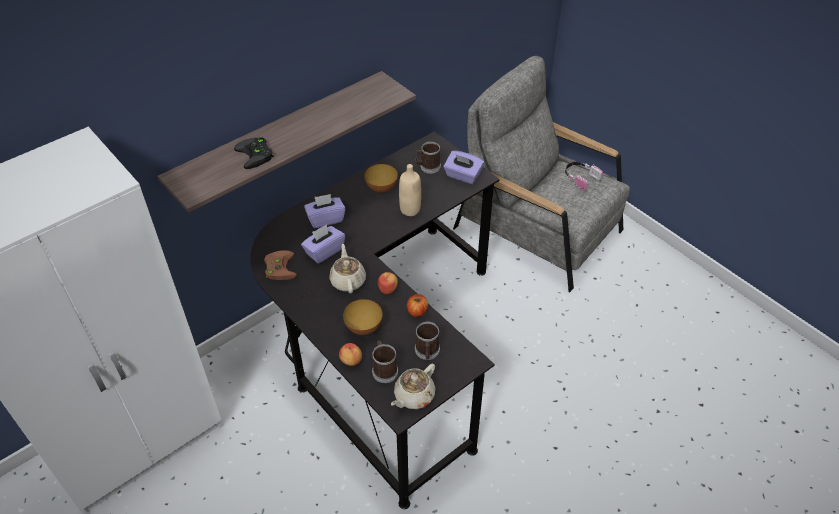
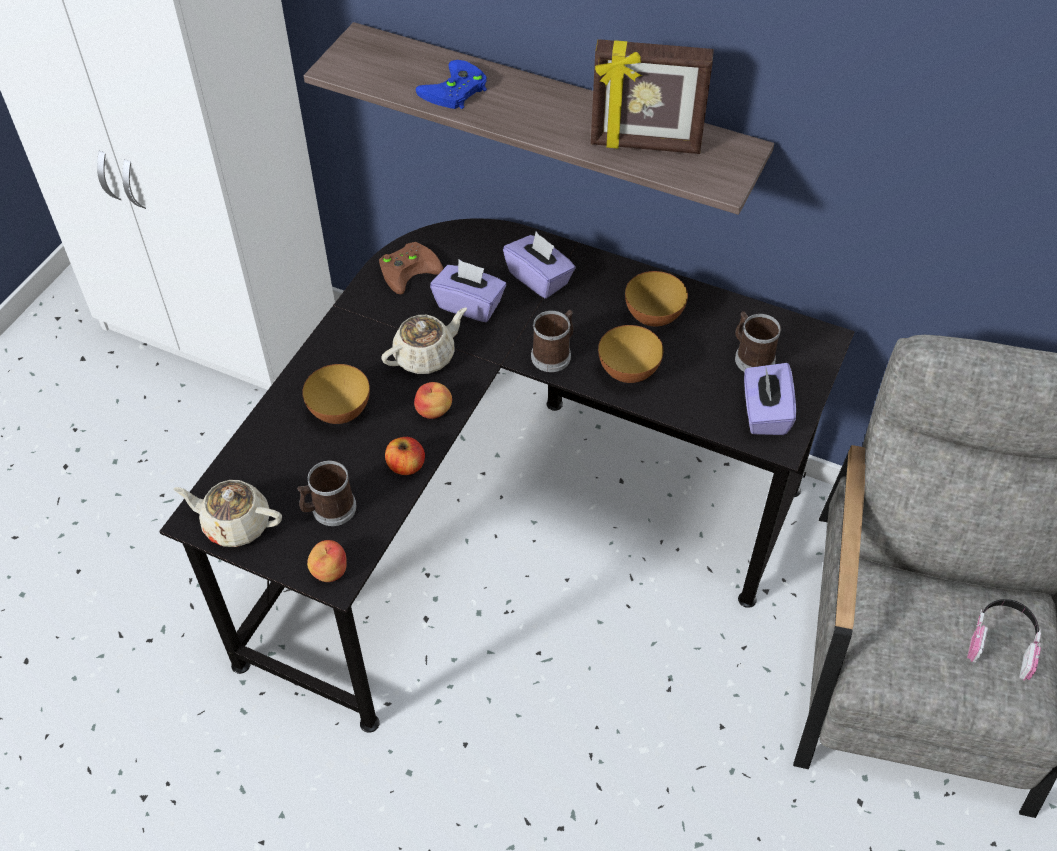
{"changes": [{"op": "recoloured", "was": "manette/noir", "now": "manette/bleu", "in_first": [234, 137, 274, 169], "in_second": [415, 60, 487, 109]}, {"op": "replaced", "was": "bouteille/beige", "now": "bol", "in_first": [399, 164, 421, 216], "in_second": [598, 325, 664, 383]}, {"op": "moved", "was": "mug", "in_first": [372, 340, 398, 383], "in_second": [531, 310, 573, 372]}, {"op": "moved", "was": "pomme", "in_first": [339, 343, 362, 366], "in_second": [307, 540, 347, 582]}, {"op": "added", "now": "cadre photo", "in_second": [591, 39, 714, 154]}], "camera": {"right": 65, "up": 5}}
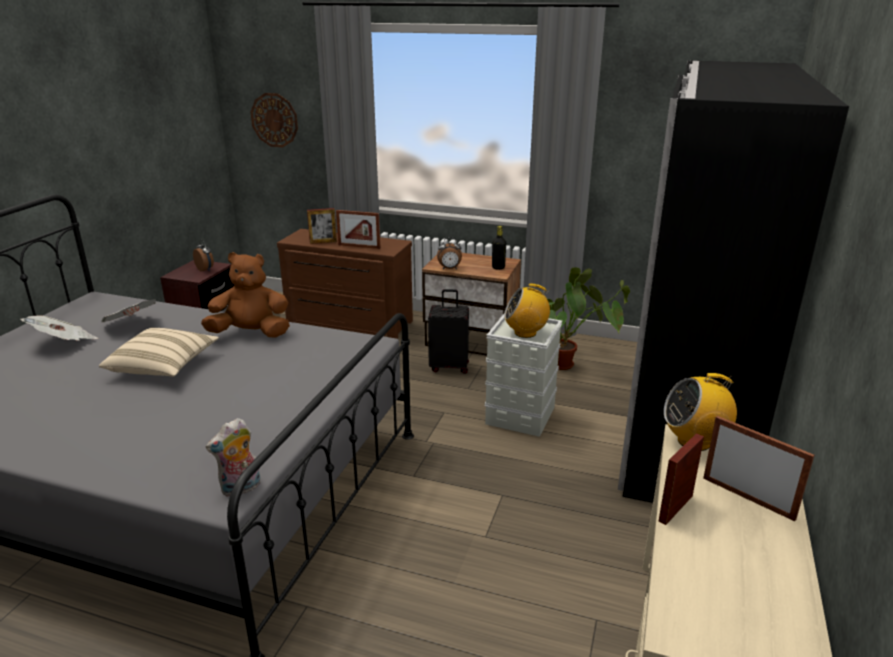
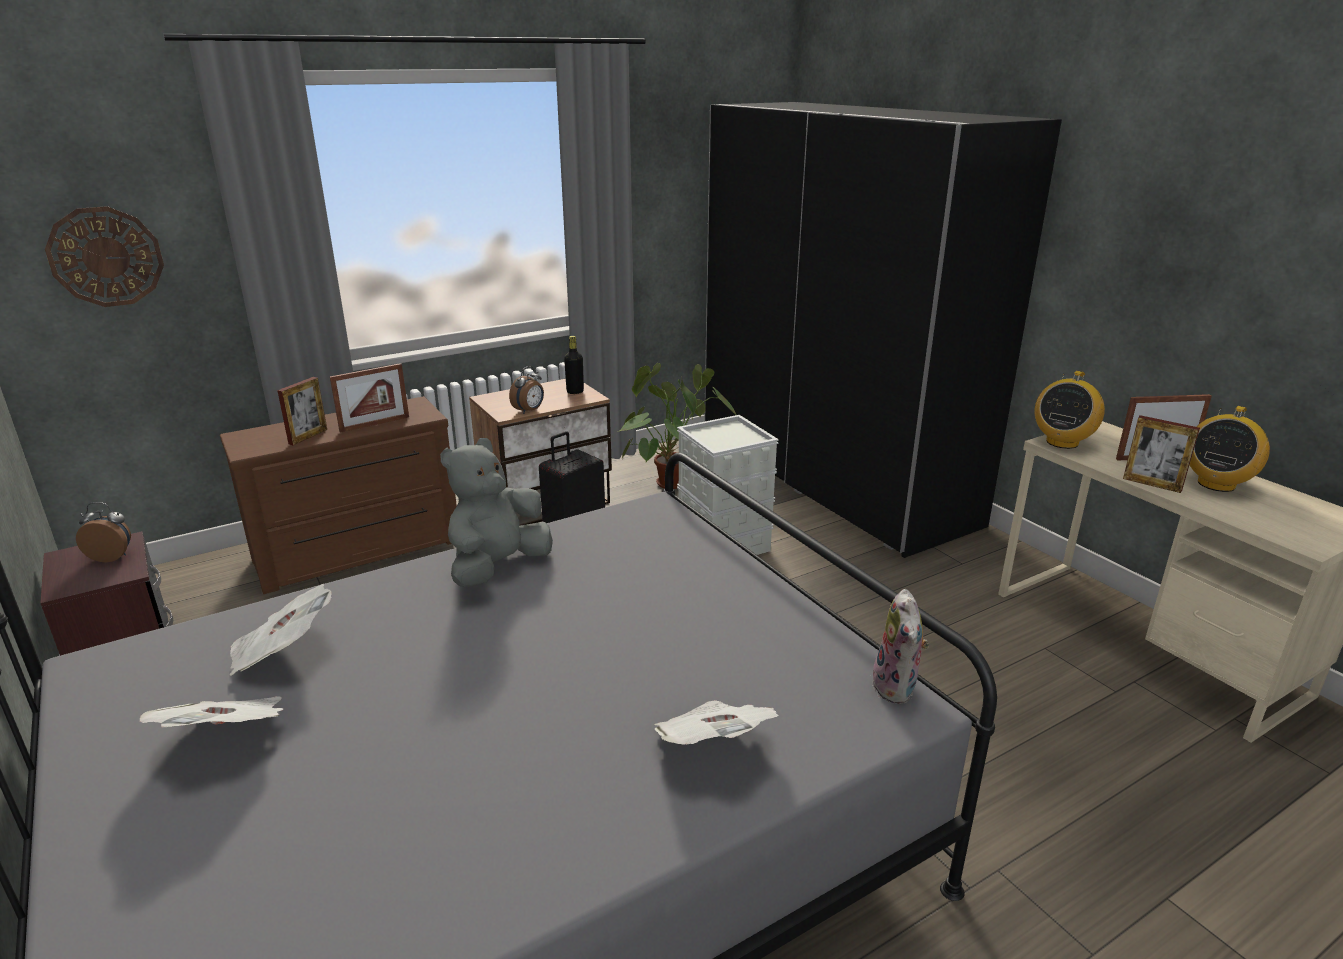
{"changes": [{"op": "recoloured", "was": "peluche/marron", "now": "peluche/gris", "in_first": [201, 252, 290, 337], "in_second": [440, 438, 553, 587]}, {"op": "moved", "was": "radio", "in_first": [504, 284, 551, 338], "in_second": [1190, 406, 1270, 492]}, {"op": "removed", "was": "coussin/beige", "in_first": [99, 327, 219, 377]}, {"op": "turned", "was": "cadre photo", "in_first": [659, 433, 704, 525], "in_second": [1123, 415, 1200, 493], "clockwise": -45}, {"op": "added", "now": "journal", "in_second": [654, 700, 779, 744]}], "camera": {"right": -50, "up": 0}}
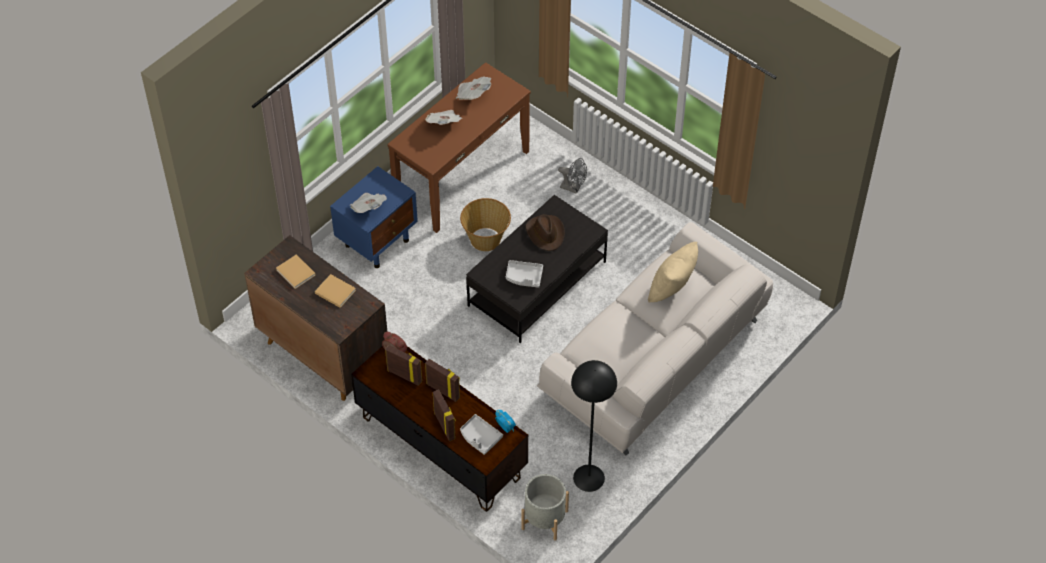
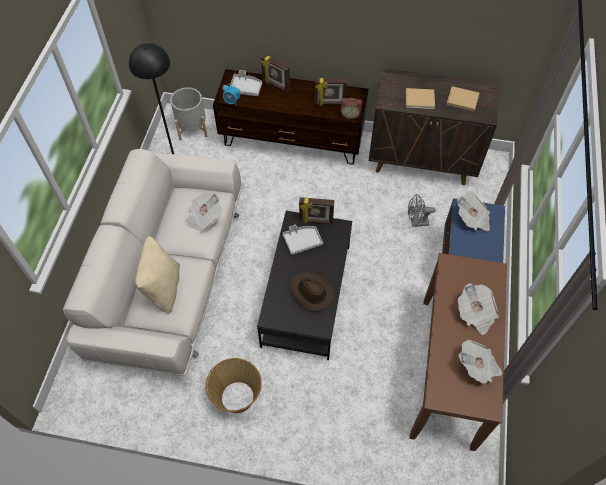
{"changes": [{"op": "moved", "was": "ventilateur/gris", "in_first": [558, 158, 587, 194], "in_second": [408, 194, 436, 227]}, {"op": "moved", "was": "panier", "in_first": [460, 198, 511, 251], "in_second": [206, 358, 262, 413]}, {"op": "moved", "was": "cadre photo", "in_first": [425, 359, 460, 402], "in_second": [299, 197, 334, 224]}, {"op": "added", "now": "journal", "in_second": [185, 192, 222, 233]}], "camera": {"right": 150, "up": 5}}
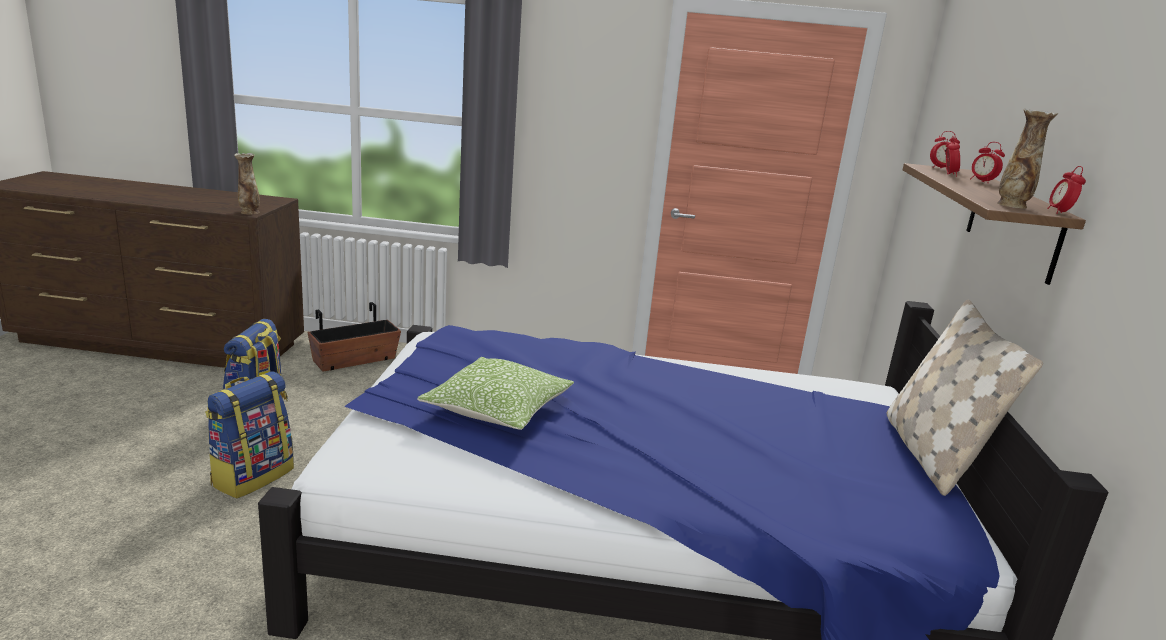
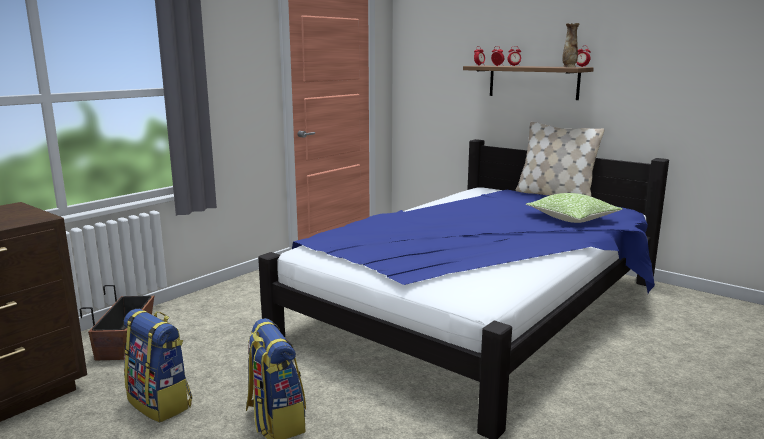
{"changes": [{"op": "removed", "was": "vase", "in_first": [234, 153, 260, 215]}, {"op": "moved", "was": "coussin", "in_first": [417, 357, 574, 430], "in_second": [526, 193, 622, 223]}], "camera": {"right": -55, "up": -5}}
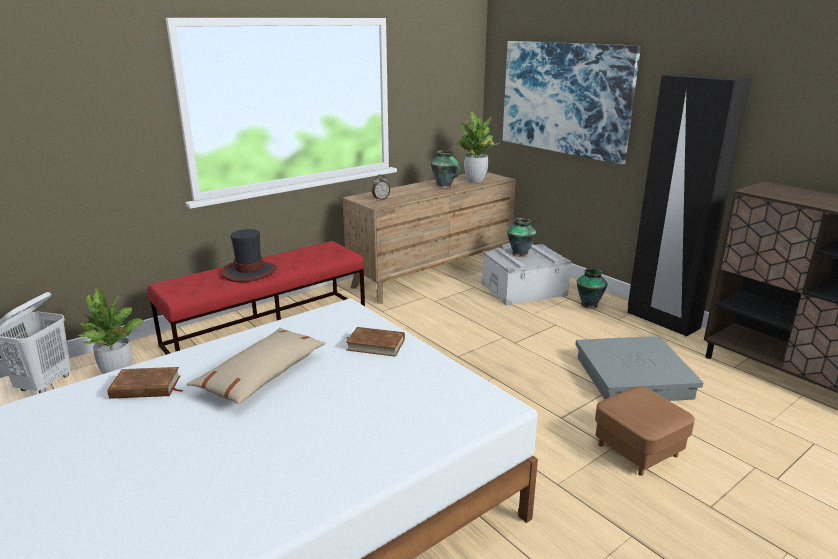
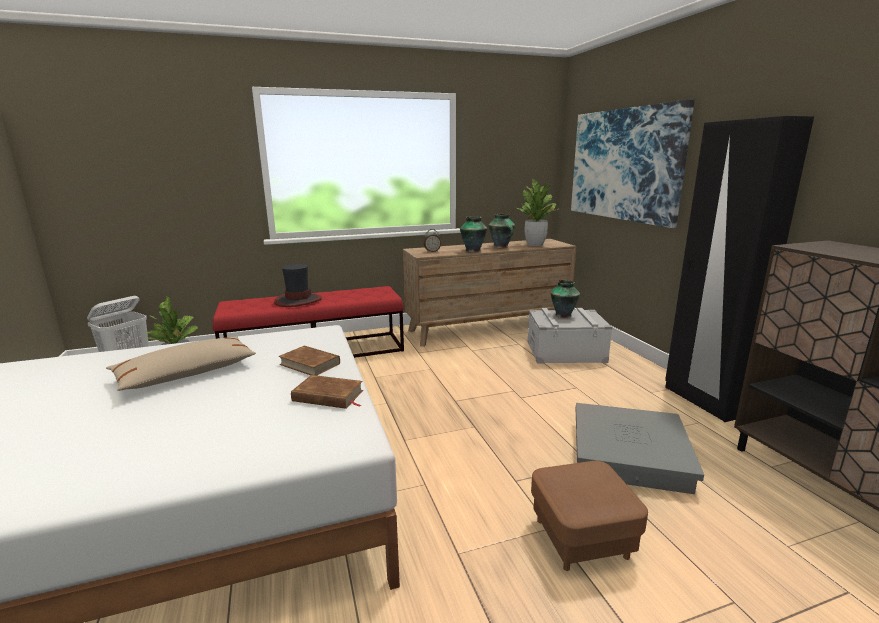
{"changes": [{"op": "moved", "was": "vase", "in_first": [577, 268, 608, 309], "in_second": [460, 216, 487, 253]}, {"op": "moved", "was": "livre/marron", "in_first": [107, 367, 183, 399], "in_second": [291, 375, 363, 409]}], "camera": {"right": 20, "up": -5}}
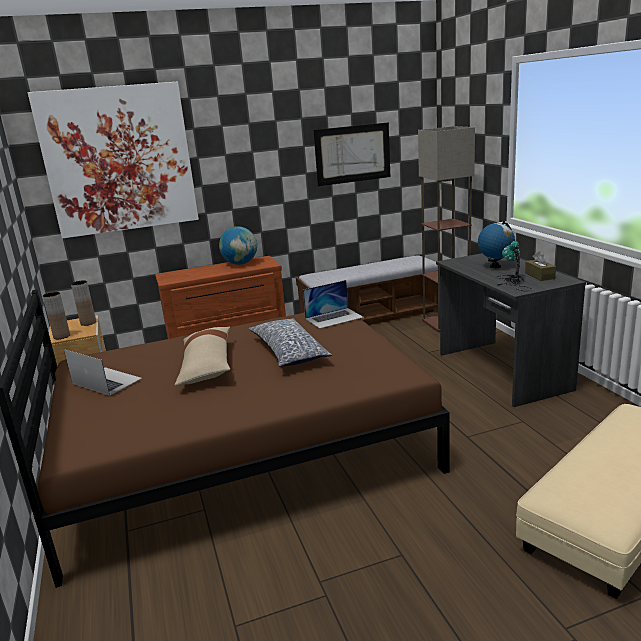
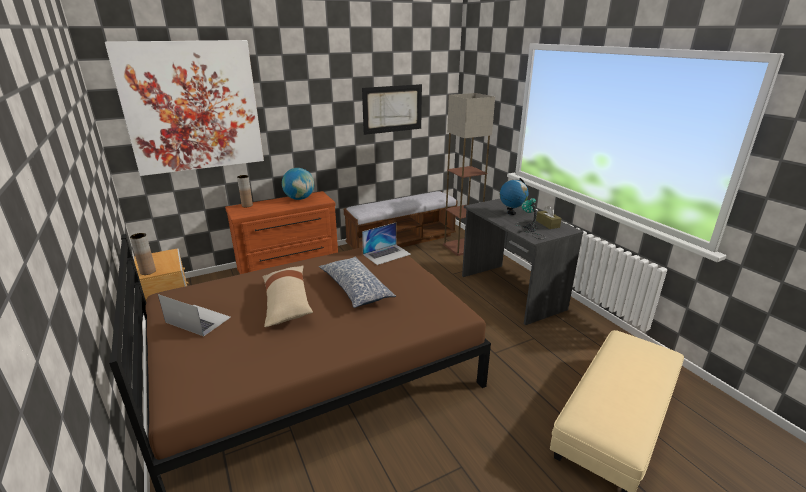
{"changes": [{"op": "moved", "was": "vase/marron", "in_first": [71, 280, 96, 326], "in_second": [237, 175, 253, 207]}], "camera": {"right": -10, "up": 5}}
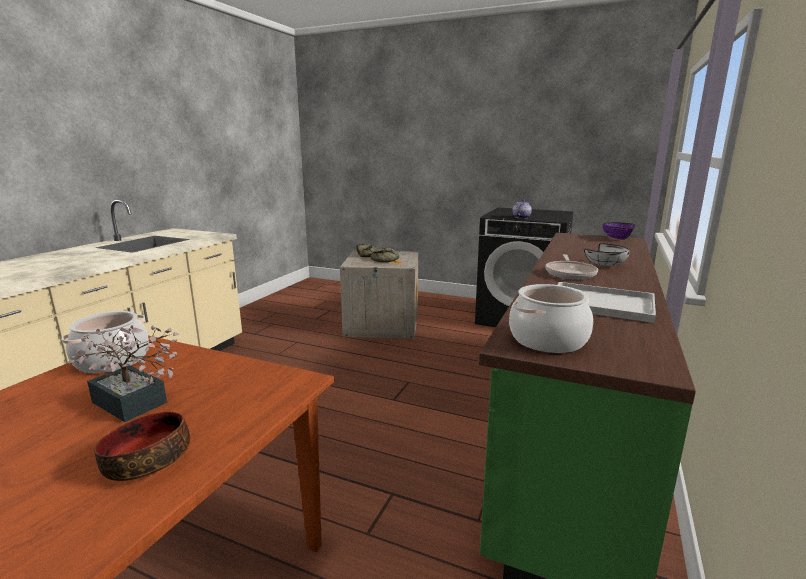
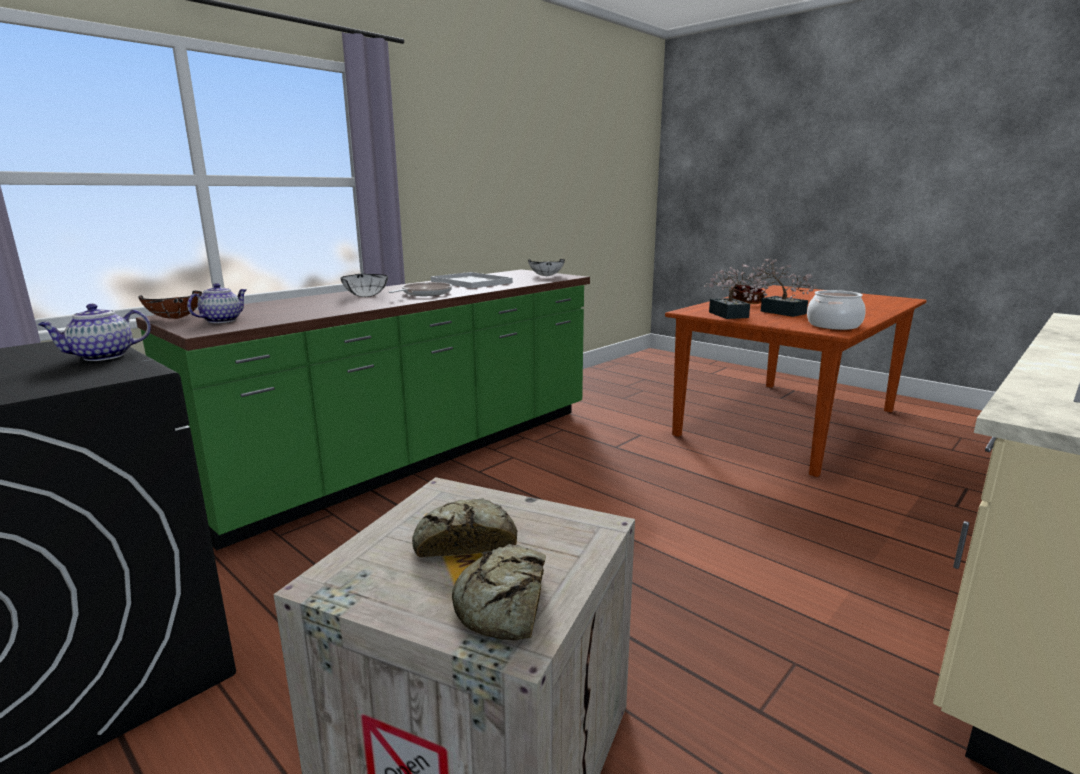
{"changes": [{"op": "recoloured", "was": "bol/violet", "now": "bol/marron", "in_first": [602, 223, 635, 240], "in_second": [138, 291, 202, 319]}, {"op": "replaced", "was": "marmite", "now": "bol/blanc", "in_first": [509, 284, 593, 353], "in_second": [528, 259, 565, 276]}, {"op": "added", "now": "plante en pot", "in_second": [704, 264, 766, 319]}, {"op": "added", "now": "théière", "in_second": [187, 283, 246, 323]}], "camera": {"right": -160, "up": 0}}
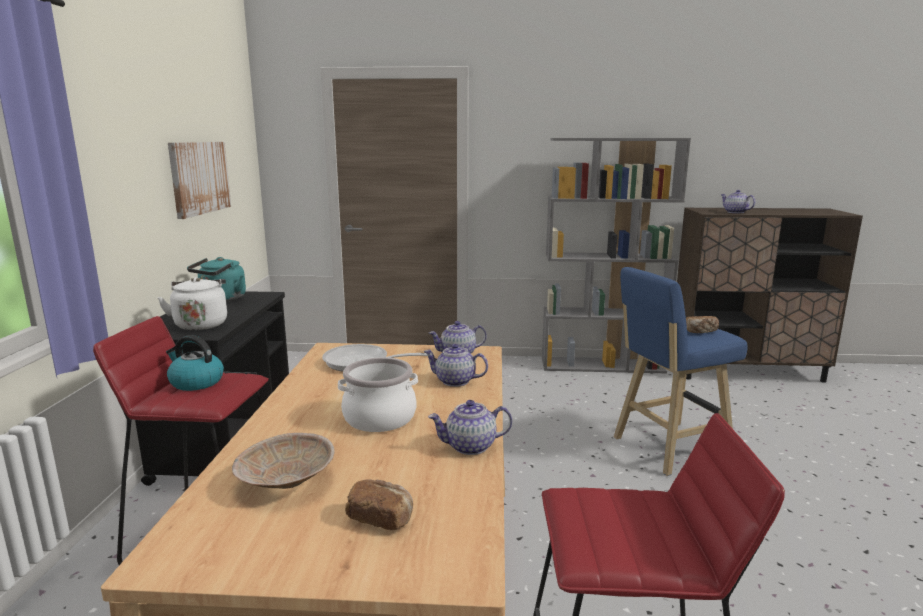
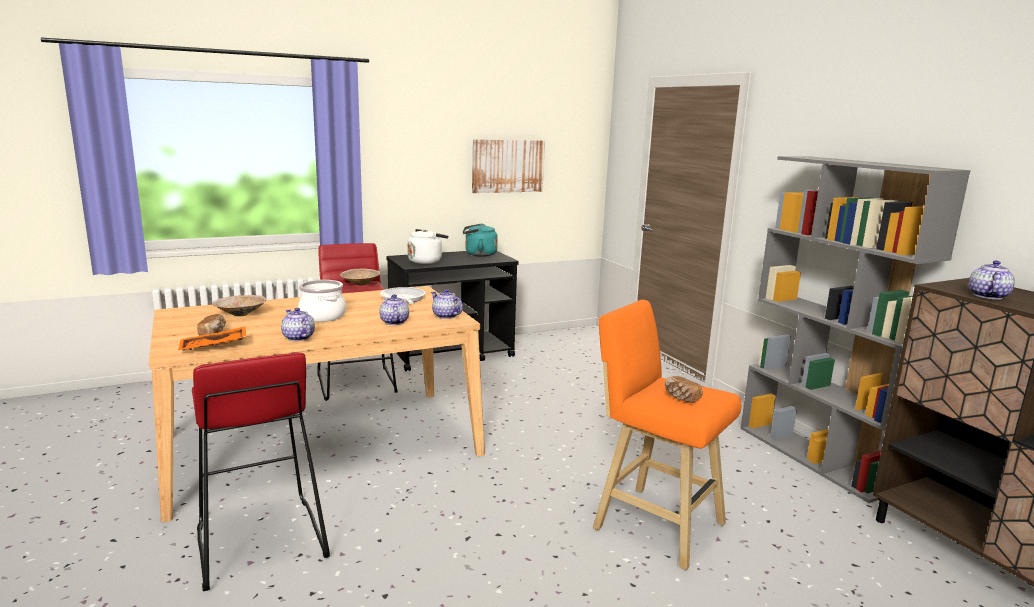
{"changes": [{"op": "recoloured", "was": "tabouret/bleu", "now": "tabouret/orange", "in_first": [614, 267, 747, 476], "in_second": [593, 300, 741, 570]}, {"op": "replaced", "was": "bouilloire", "now": "bol/beige", "in_first": [166, 335, 224, 391], "in_second": [340, 268, 381, 285]}, {"op": "added", "now": "plateau/orange", "in_second": [178, 326, 246, 350]}], "camera": {"right": 60, "up": 0}}
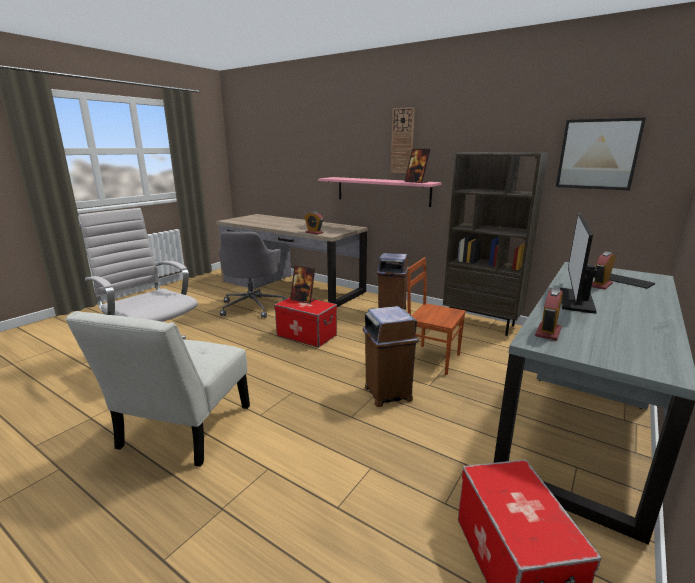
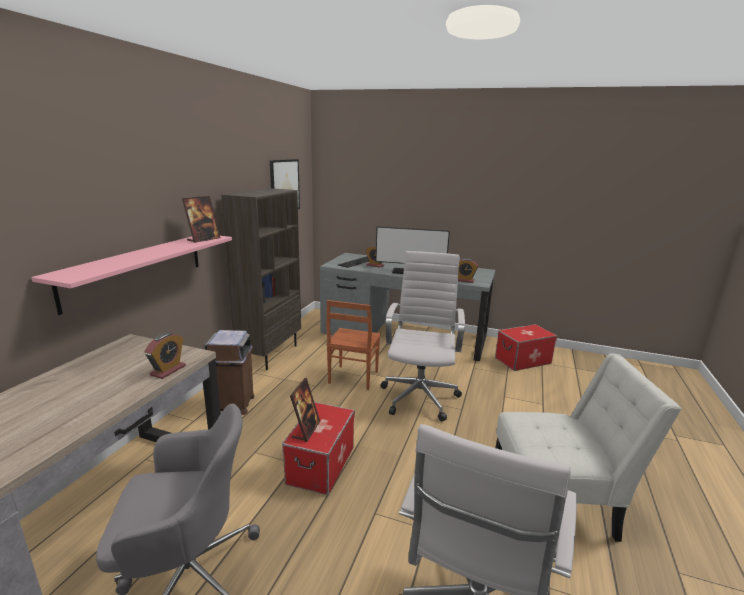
{"changes": [{"op": "removed", "was": "horloge murale", "in_first": [391, 107, 415, 173]}, {"op": "replaced", "was": "poubelle/marron", "now": "chaise de bureau/blanc", "in_first": [363, 306, 419, 407], "in_second": [381, 251, 465, 421]}], "camera": {"right": -105, "up": 0}}
